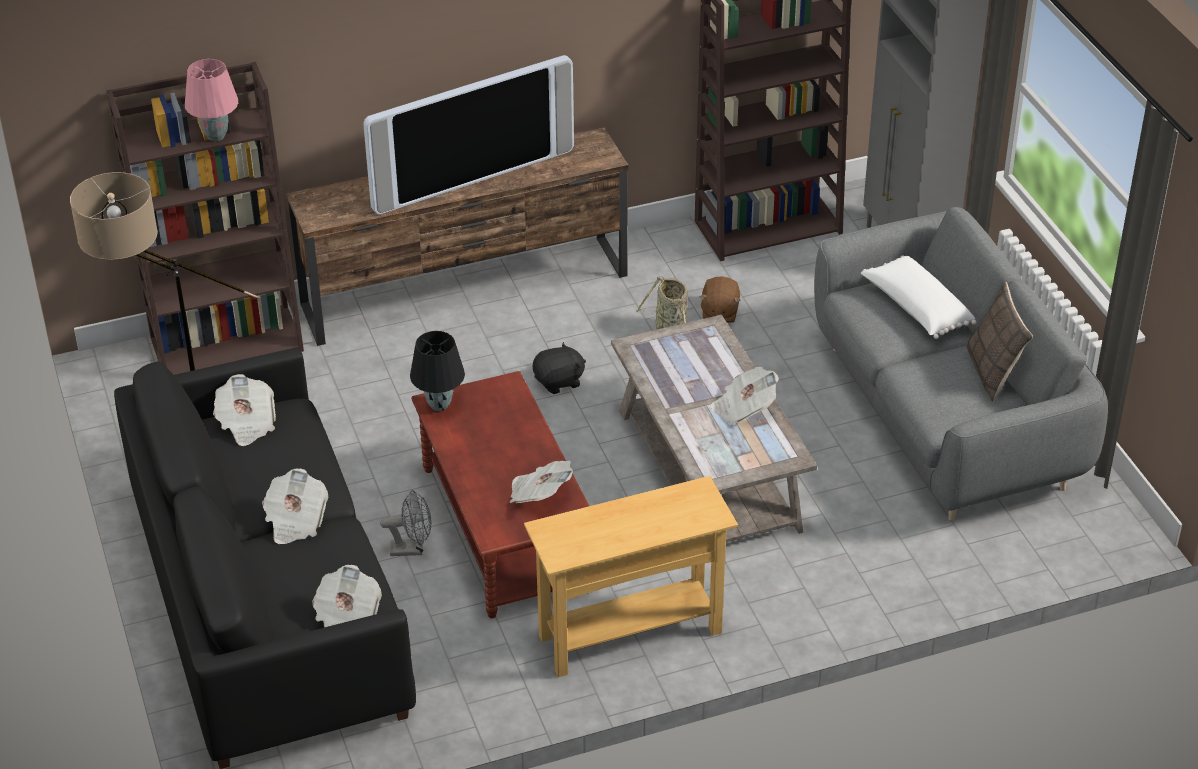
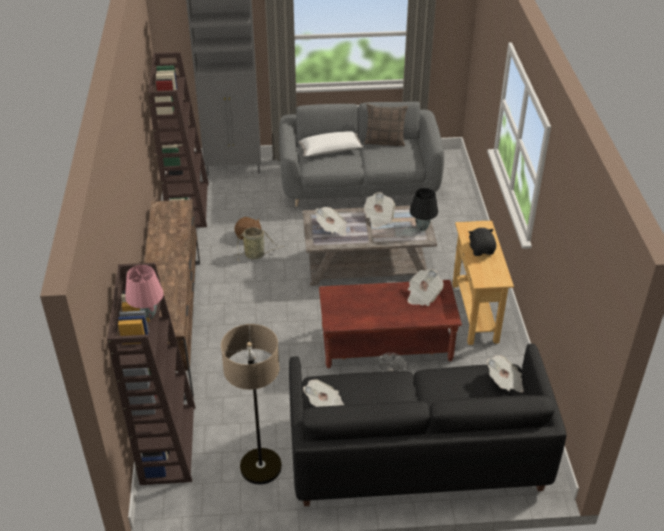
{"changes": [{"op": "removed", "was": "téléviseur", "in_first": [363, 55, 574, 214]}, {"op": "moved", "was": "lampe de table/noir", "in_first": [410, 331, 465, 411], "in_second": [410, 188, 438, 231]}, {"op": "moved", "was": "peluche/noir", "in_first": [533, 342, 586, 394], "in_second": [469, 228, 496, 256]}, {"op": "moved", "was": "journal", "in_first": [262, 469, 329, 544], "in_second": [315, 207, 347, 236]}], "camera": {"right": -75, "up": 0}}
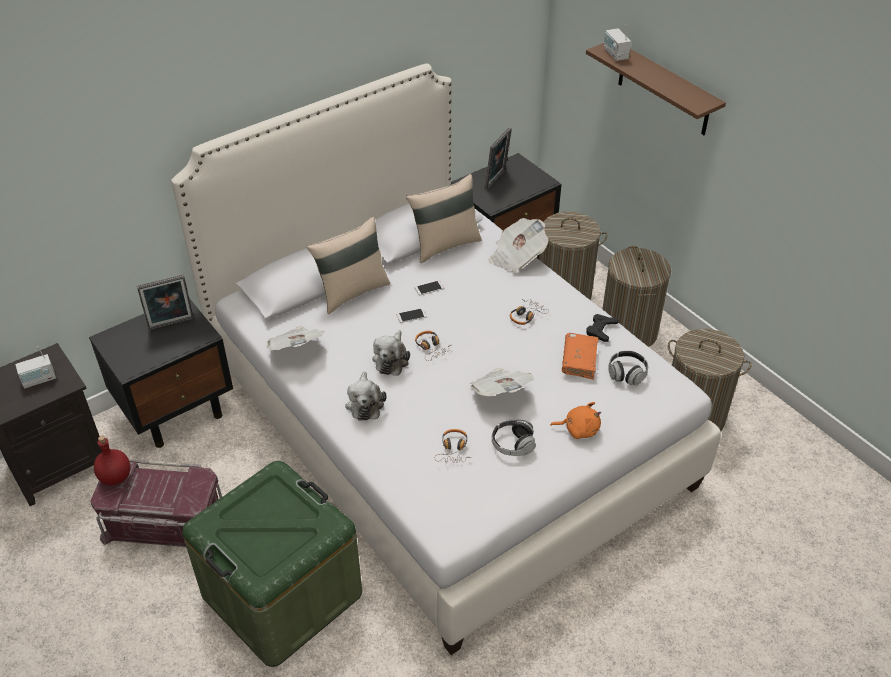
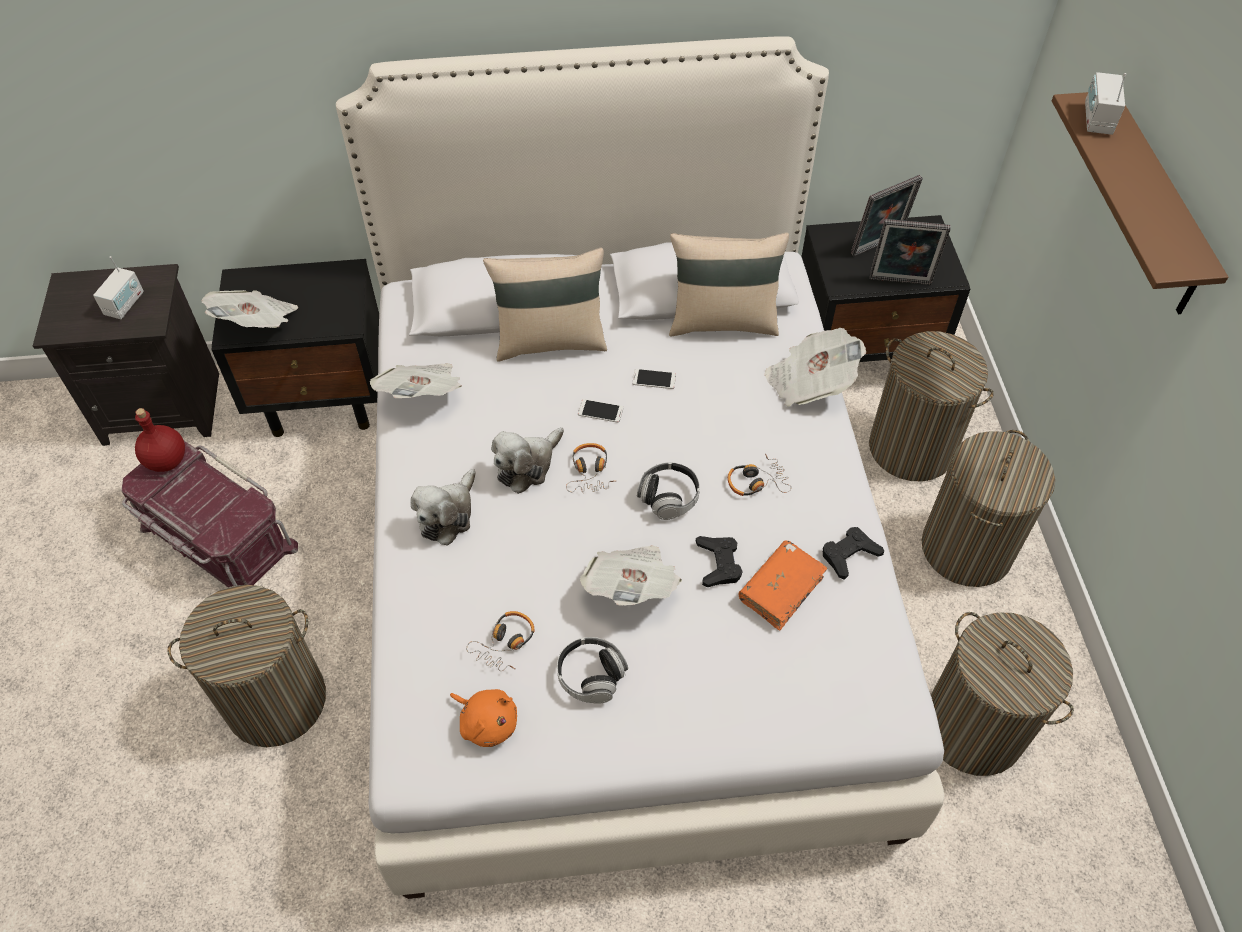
{"changes": [{"op": "moved", "was": "cadre photo", "in_first": [137, 275, 194, 330], "in_second": [870, 219, 951, 285]}, {"op": "turned", "was": "radio", "in_first": [15, 346, 56, 389], "in_second": [93, 256, 144, 319], "clockwise": -75}, {"op": "moved", "was": "casque audio", "in_first": [608, 351, 648, 386], "in_second": [637, 462, 700, 520]}, {"op": "moved", "was": "peluche/orange", "in_first": [550, 402, 601, 439], "in_second": [450, 689, 517, 747]}, {"op": "replaced", "was": "boîte de rangement/vert", "now": "panier à linge", "in_first": [182, 461, 362, 667], "in_second": [168, 585, 326, 747]}, {"op": "added", "now": "journal", "in_second": [202, 290, 298, 328]}, {"op": "added", "now": "manette/noir", "in_second": [696, 536, 743, 587]}], "camera": {"right": 30, "up": 10}}
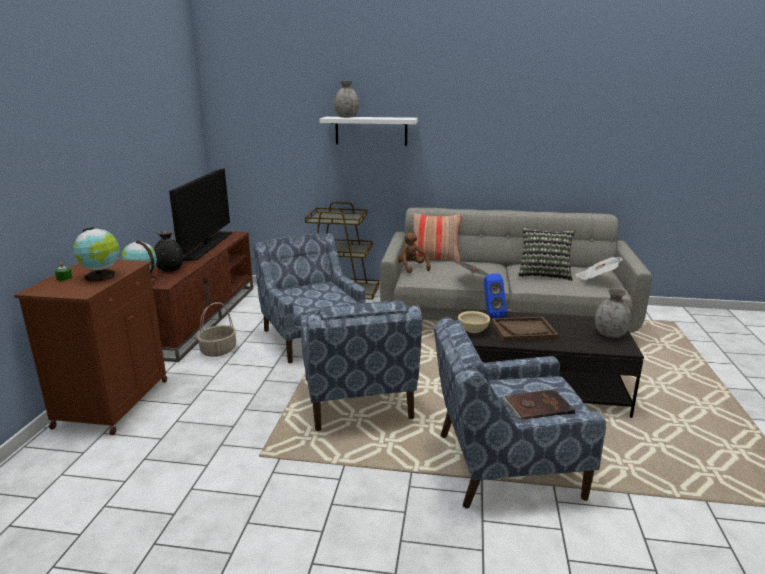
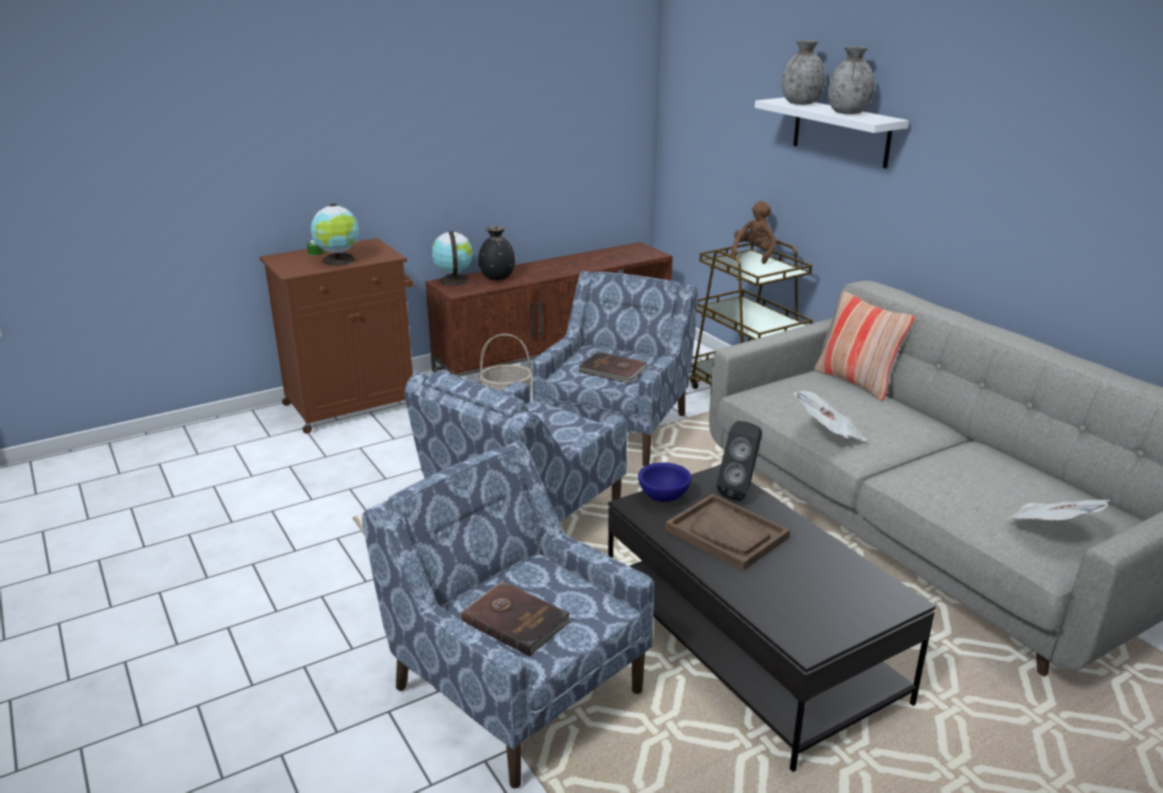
{"changes": [{"op": "removed", "was": "téléviseur", "in_first": [169, 168, 232, 261]}, {"op": "removed", "was": "coussin", "in_first": [518, 228, 575, 281]}, {"op": "moved", "was": "peluche/marron", "in_first": [398, 232, 431, 273], "in_second": [731, 201, 776, 264]}, {"op": "recoloured", "was": "enceinte/bleu", "now": "enceinte/noir", "in_first": [484, 273, 507, 319], "in_second": [716, 421, 762, 501]}, {"op": "moved", "was": "vase/gris", "in_first": [595, 288, 631, 338], "in_second": [828, 46, 875, 114]}, {"op": "recoloured", "was": "bol/beige", "now": "bol/bleu", "in_first": [458, 311, 490, 333], "in_second": [638, 462, 692, 502]}, {"op": "added", "now": "livre/marron", "in_second": [578, 352, 647, 383]}], "camera": {"right": 50, "up": 5}}
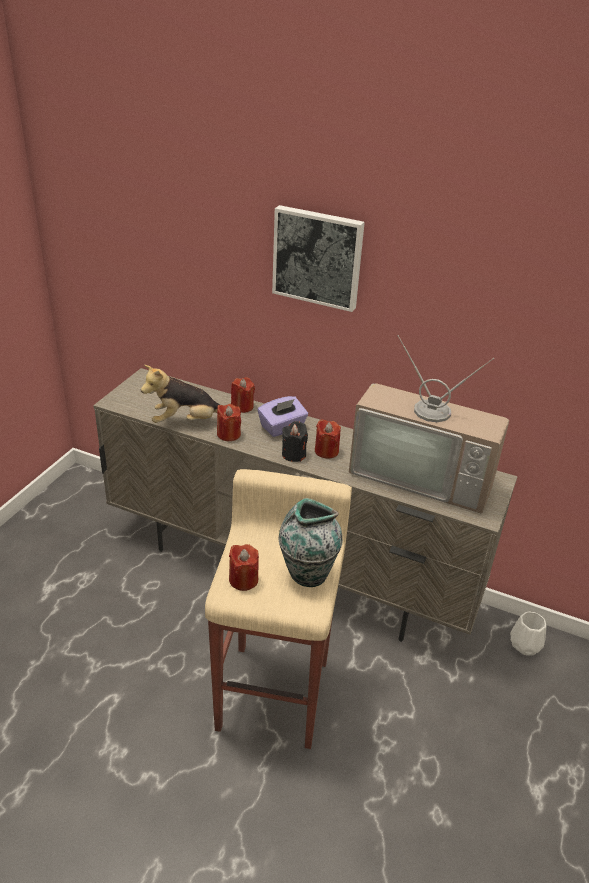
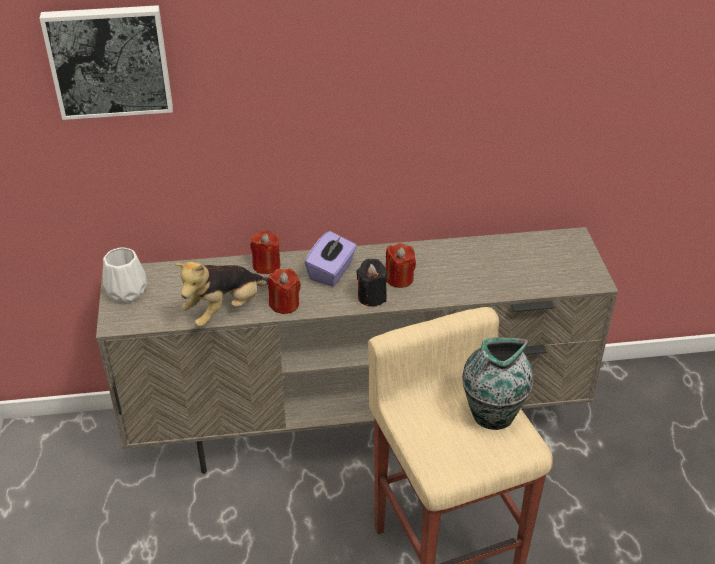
{"changes": [{"op": "moved", "was": "tableau", "in_first": [272, 205, 365, 312], "in_second": [40, 5, 173, 120]}, {"op": "removed", "was": "téléviseur", "in_first": [349, 335, 509, 513]}, {"op": "removed", "was": "bougie/rouge", "in_first": [229, 544, 259, 591]}, {"op": "moved", "was": "vase/blanc", "in_first": [510, 612, 547, 656], "in_second": [103, 248, 147, 303]}], "camera": {"right": -30, "up": 5}}
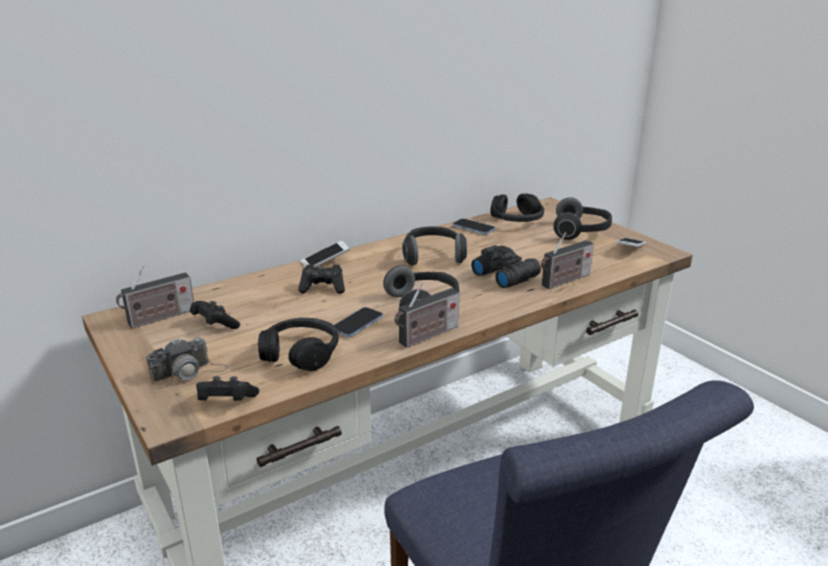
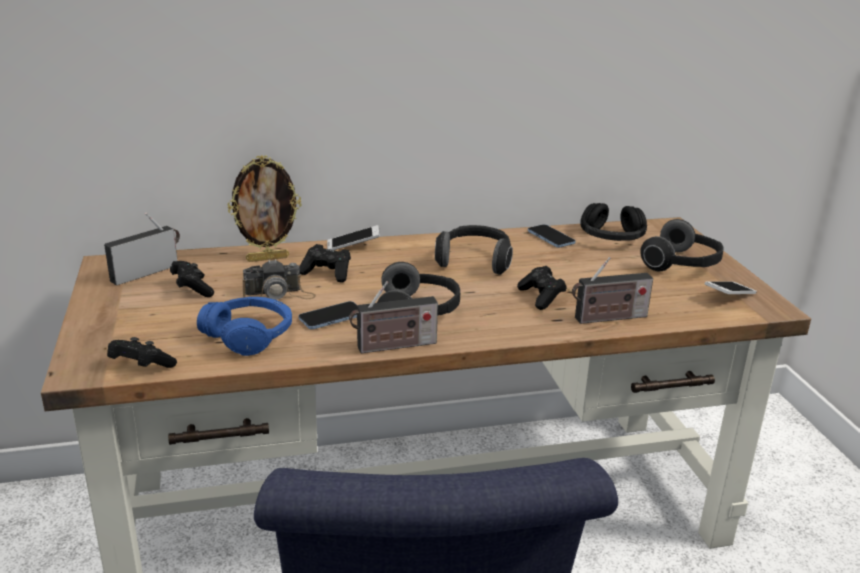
{"changes": [{"op": "replaced", "was": "jumelles/noir", "now": "manette/noir", "in_first": [471, 245, 541, 288], "in_second": [517, 266, 567, 310]}, {"op": "turned", "was": "radio", "in_first": [116, 266, 194, 328], "in_second": [104, 213, 180, 286], "clockwise": 150}, {"op": "recoloured", "was": "casque audio/noir", "now": "casque audio/bleu", "in_first": [258, 318, 338, 371], "in_second": [197, 297, 292, 356]}, {"op": "moved", "was": "appareil photo", "in_first": [146, 338, 228, 389], "in_second": [242, 259, 316, 300]}, {"op": "added", "now": "cadre photo", "in_second": [227, 155, 301, 262]}], "camera": {"right": 20, "up": 0}}
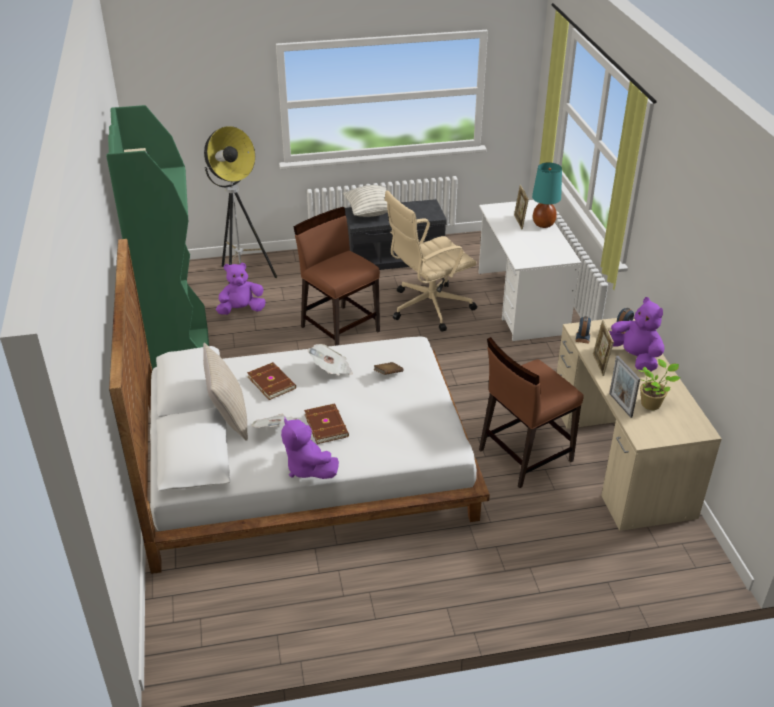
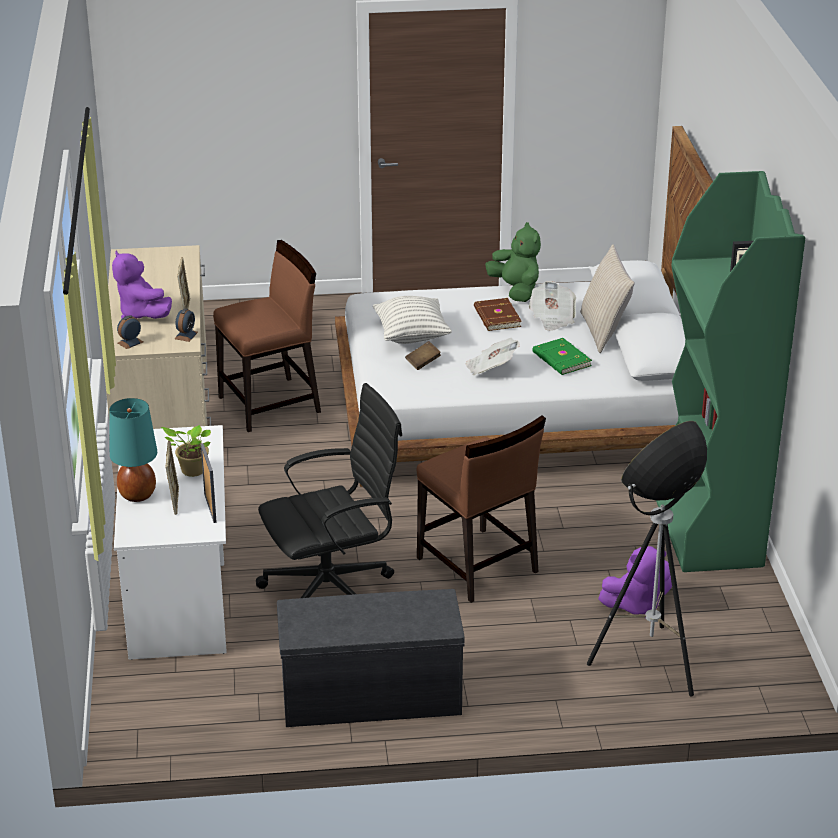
{"changes": [{"op": "moved", "was": "coussin", "in_first": [343, 185, 388, 217], "in_second": [373, 296, 452, 344]}, {"op": "recoloured", "was": "chaise de bureau/beige", "now": "chaise de bureau/noir", "in_first": [385, 191, 477, 332], "in_second": [256, 383, 402, 598]}, {"op": "moved", "was": "cadre photo", "in_first": [609, 356, 640, 418], "in_second": [201, 443, 217, 523]}, {"op": "moved", "was": "plante en pot", "in_first": [639, 359, 681, 410], "in_second": [161, 425, 211, 477]}, {"op": "recoloured", "was": "livre/marron", "now": "livre/vert", "in_first": [247, 362, 296, 400], "in_second": [532, 338, 592, 375]}, {"op": "recoloured", "was": "peluche/violet", "now": "peluche/vert", "in_first": [281, 417, 339, 479], "in_second": [485, 222, 541, 302]}], "camera": {"right": -175, "up": -5}}
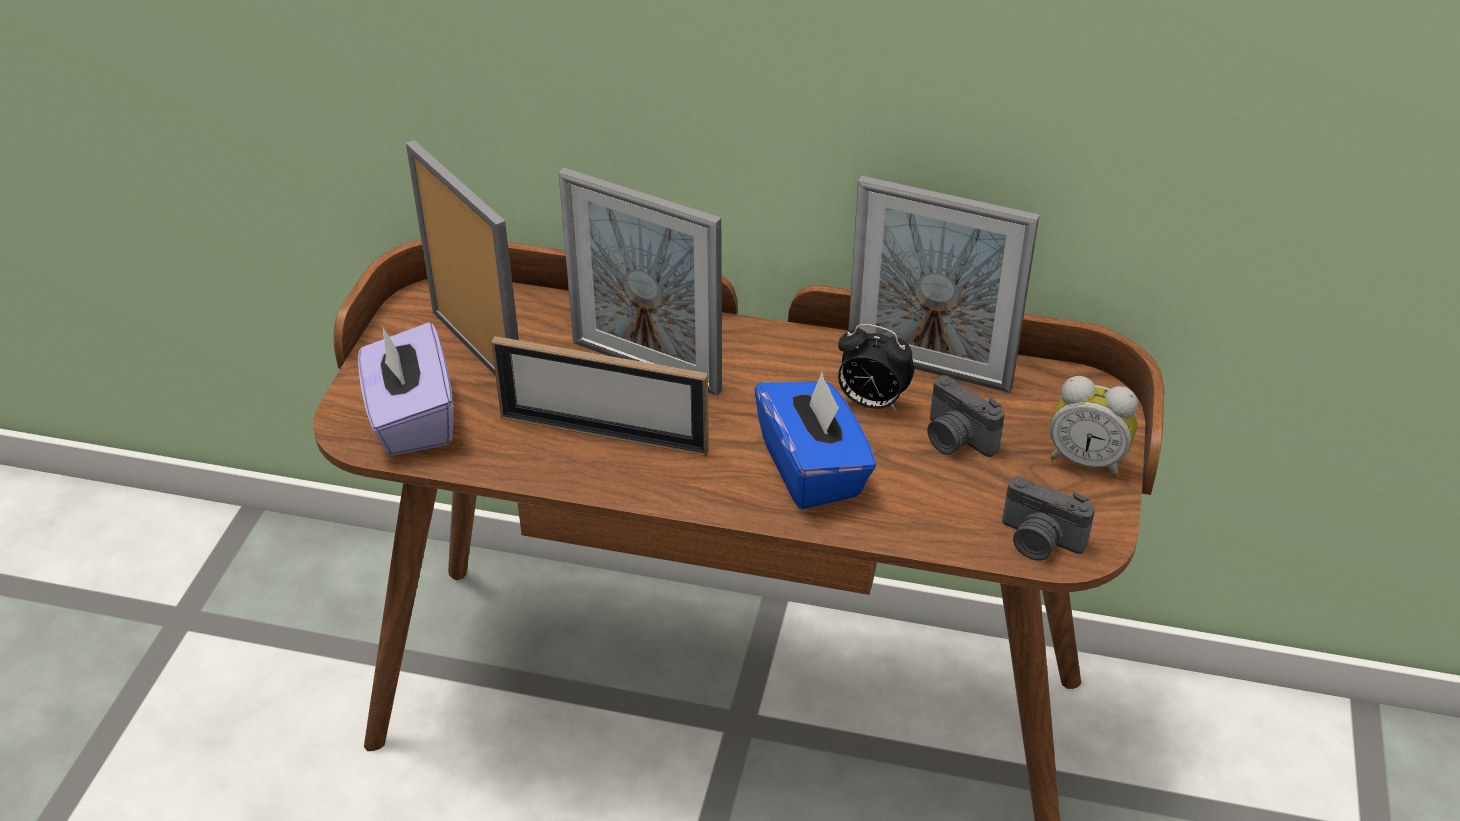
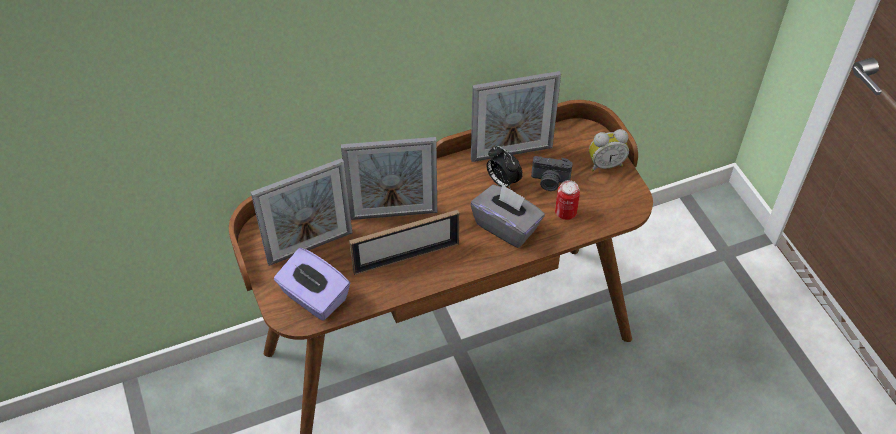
{"changes": [{"op": "turned", "was": "cadre photo", "in_first": [406, 140, 519, 376], "in_second": [251, 158, 352, 266], "clockwise": 135}, {"op": "turned", "was": "réveil", "in_first": [838, 324, 914, 411], "in_second": [487, 146, 523, 189], "clockwise": 60}, {"op": "recoloured", "was": "boîte à mouchoirs/bleu", "now": "boîte à mouchoirs/gris", "in_first": [755, 371, 876, 509], "in_second": [471, 183, 545, 248]}, {"op": "removed", "was": "appareil photo", "in_first": [1002, 476, 1095, 561]}, {"op": "added", "now": "boîte métallique", "in_second": [555, 180, 580, 220]}], "camera": {"right": -35, "up": 10}}
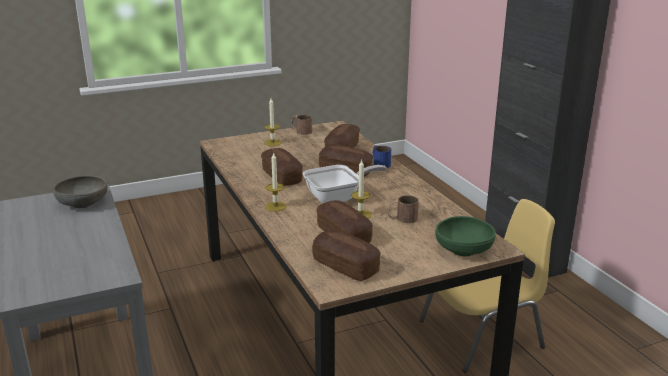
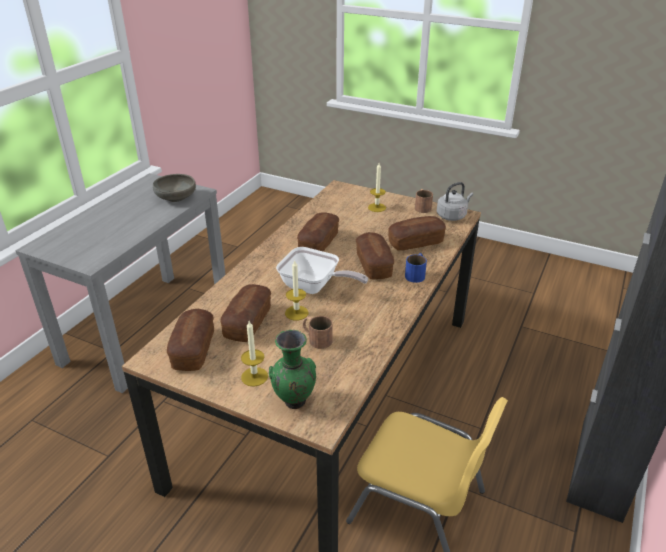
{"changes": [{"op": "moved", "was": "bougie", "in_first": [265, 153, 287, 211], "in_second": [241, 321, 268, 387]}, {"op": "replaced", "was": "bol/vert", "now": "vase/vert", "in_first": [435, 216, 496, 256], "in_second": [269, 330, 316, 409]}, {"op": "added", "now": "bouilloire/gris", "in_second": [437, 182, 473, 221]}], "camera": {"right": 50, "up": 10}}
